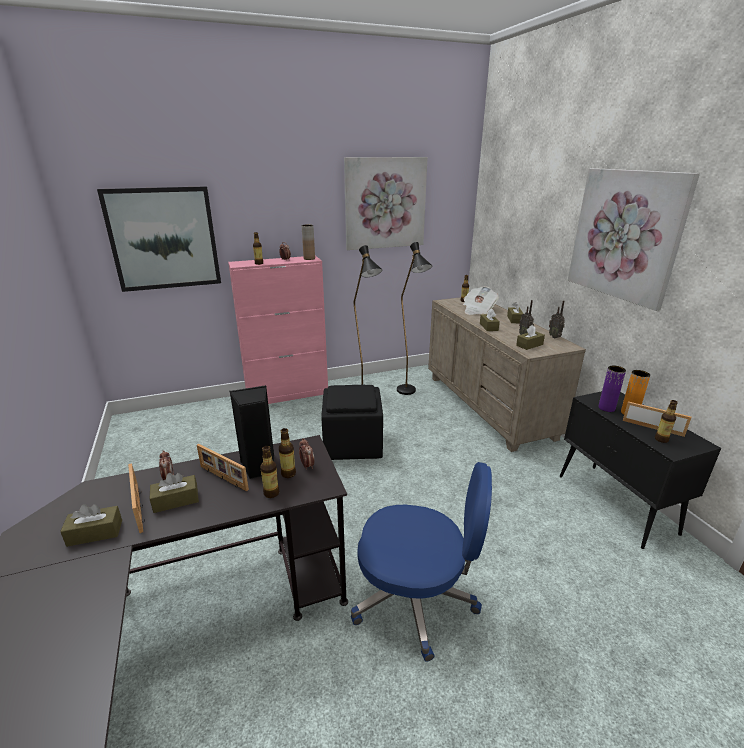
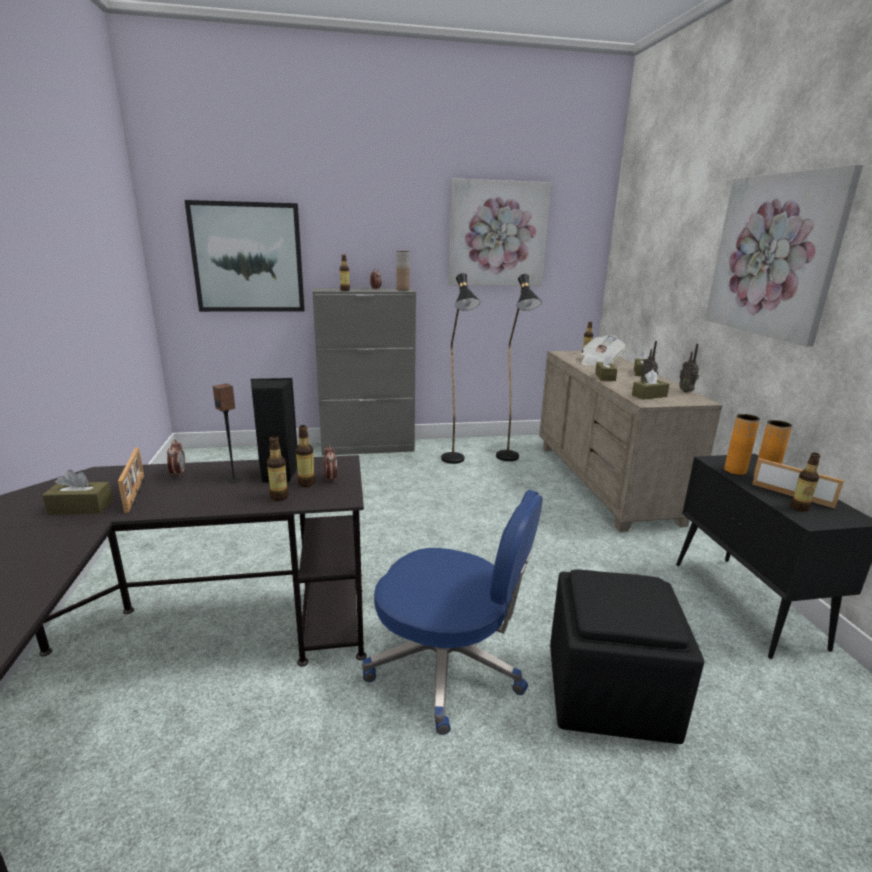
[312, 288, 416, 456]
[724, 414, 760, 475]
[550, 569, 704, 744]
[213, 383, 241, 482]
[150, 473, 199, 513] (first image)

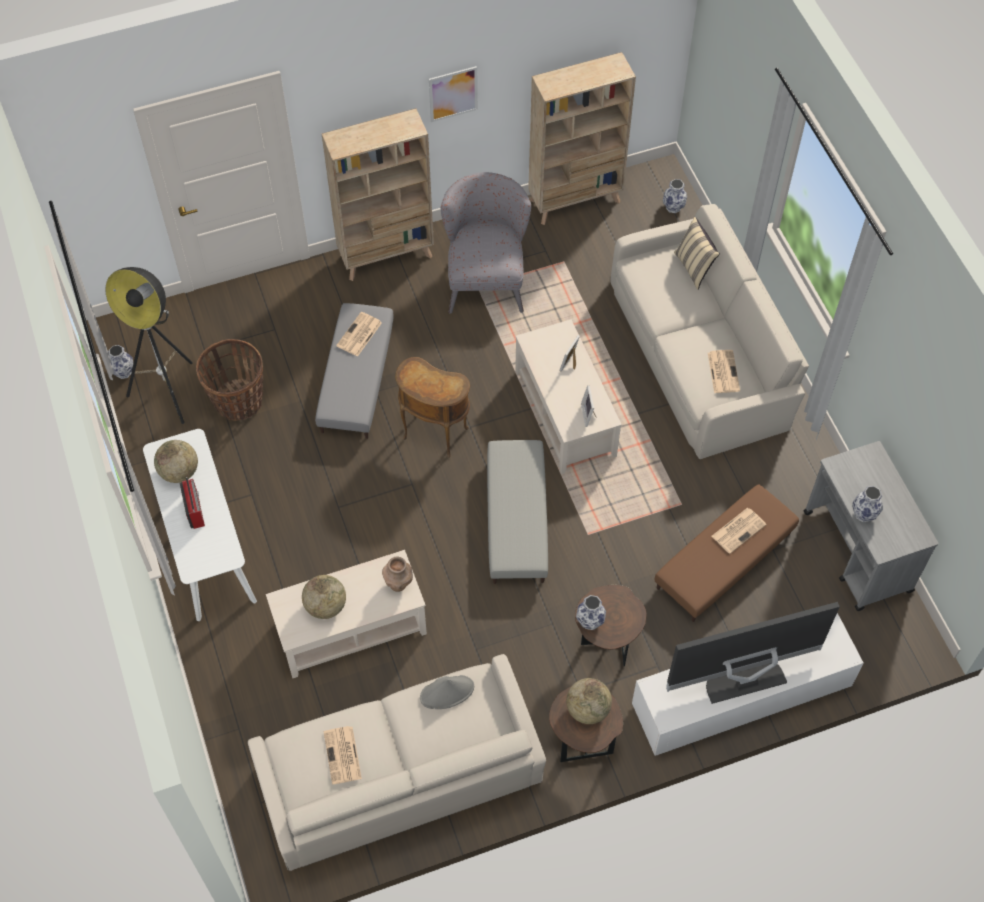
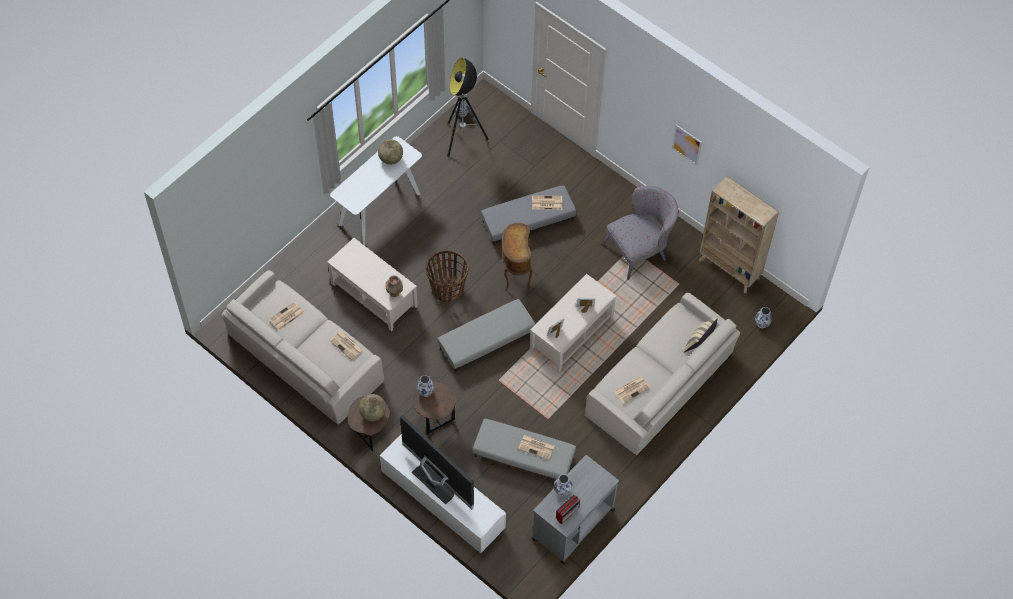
[322, 108, 434, 281] (first image)
[426, 250, 468, 303]
[556, 495, 580, 524]
[473, 419, 576, 479]
[302, 575, 346, 619] (first image)
[329, 331, 363, 360]

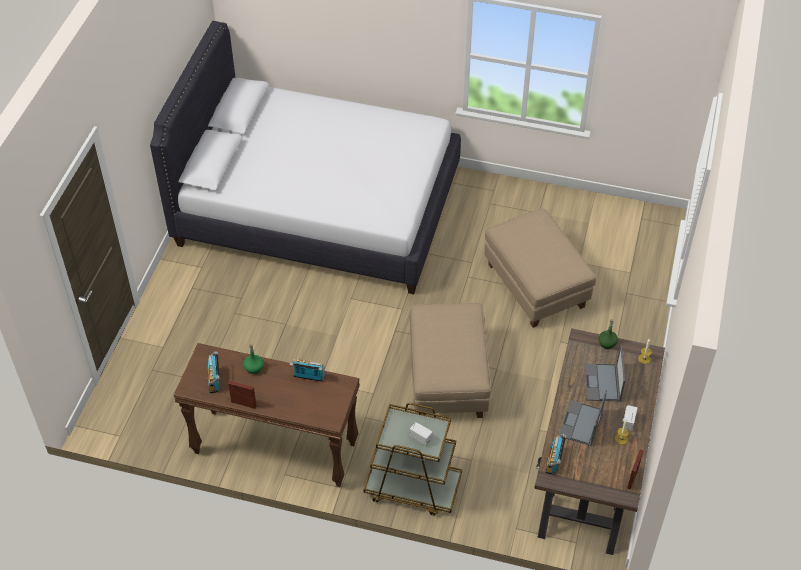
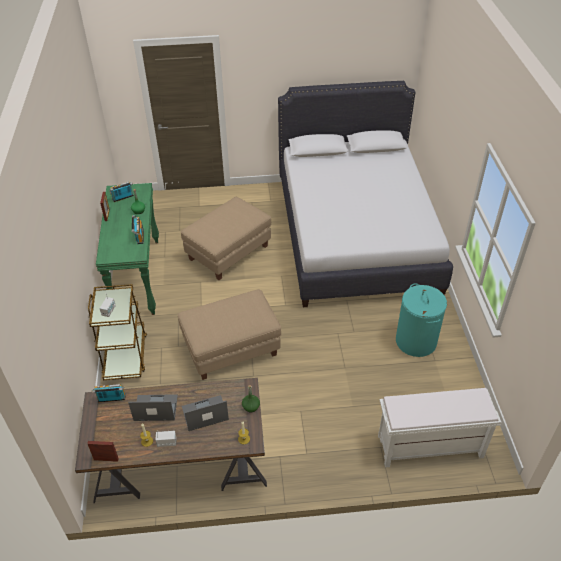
[181, 197, 272, 280]
[96, 183, 159, 315]
[396, 283, 447, 357]
[378, 388, 501, 467]

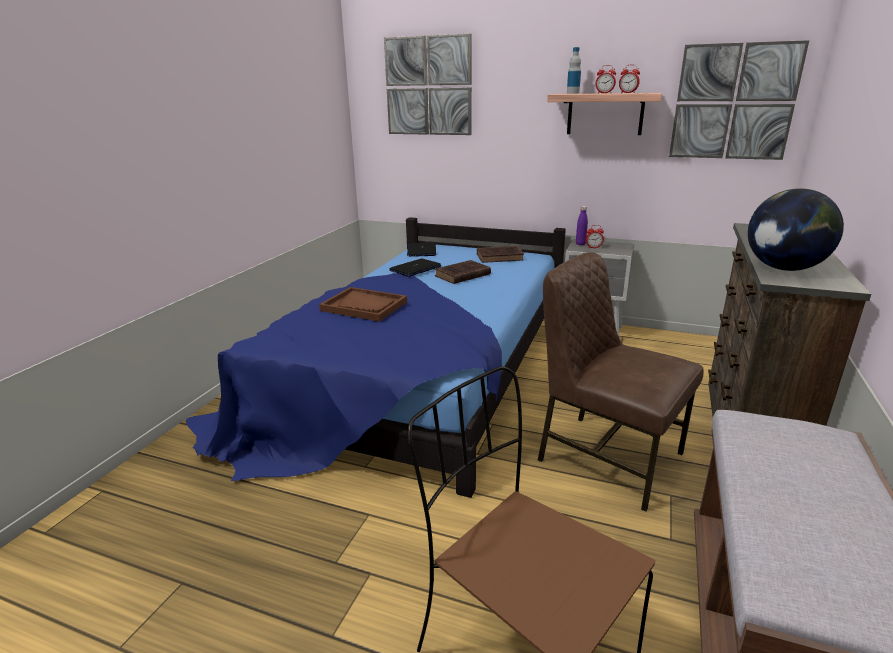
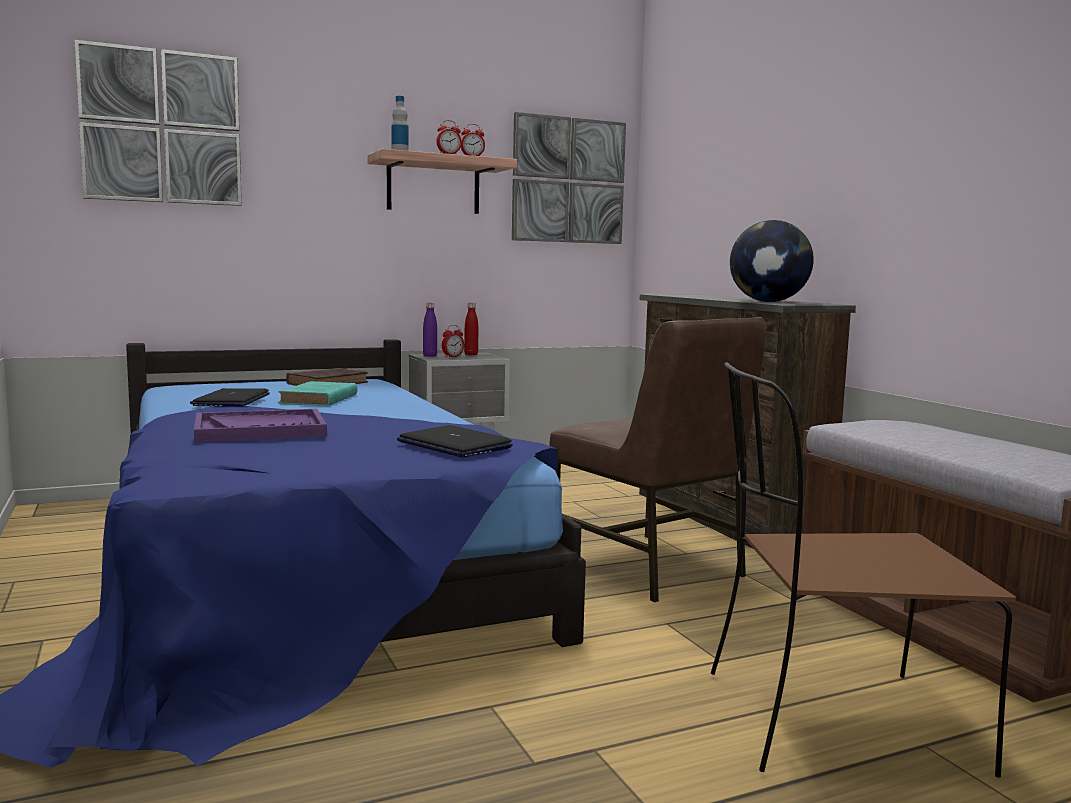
[397, 425, 513, 457]
[549, 317, 766, 602]
[279, 381, 357, 406]
[194, 409, 327, 443]
[464, 303, 478, 355]

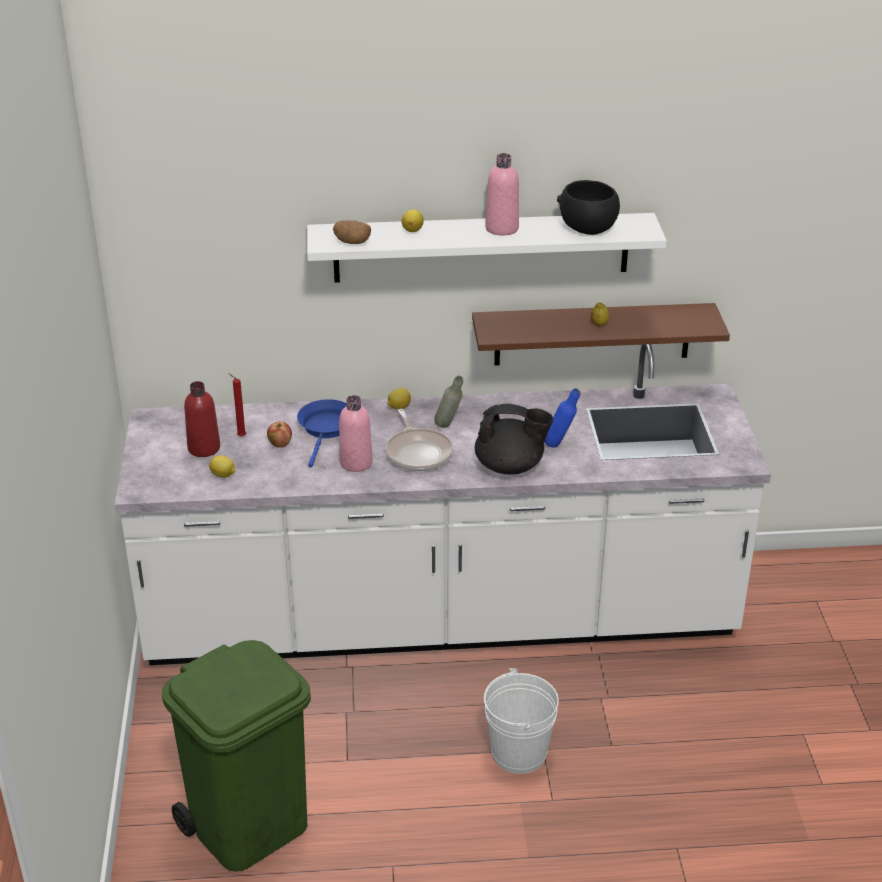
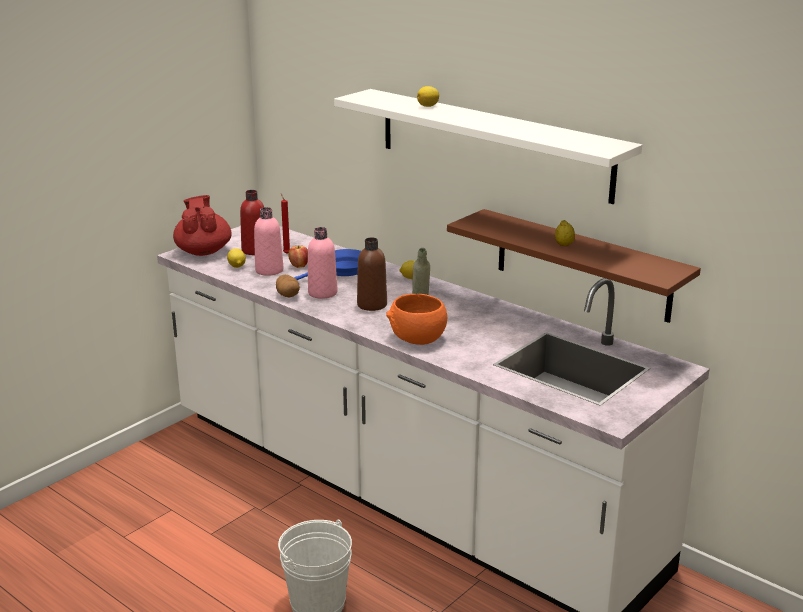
[254, 207, 283, 276]
[557, 180, 620, 235] (first image)
[276, 275, 300, 297]
[544, 388, 580, 448] (first image)
[386, 294, 447, 345]
[357, 237, 387, 311]
[162, 640, 311, 872] (first image)
[173, 195, 232, 256]

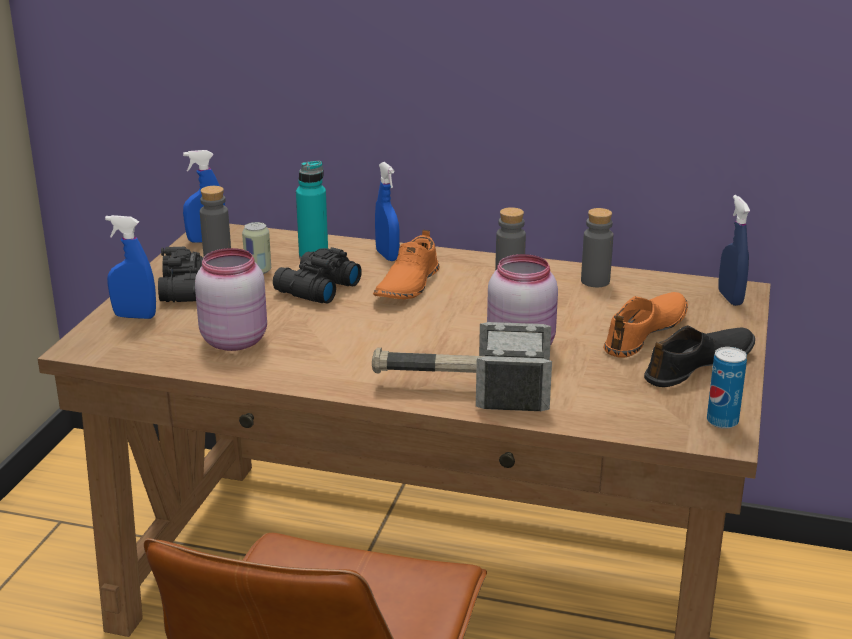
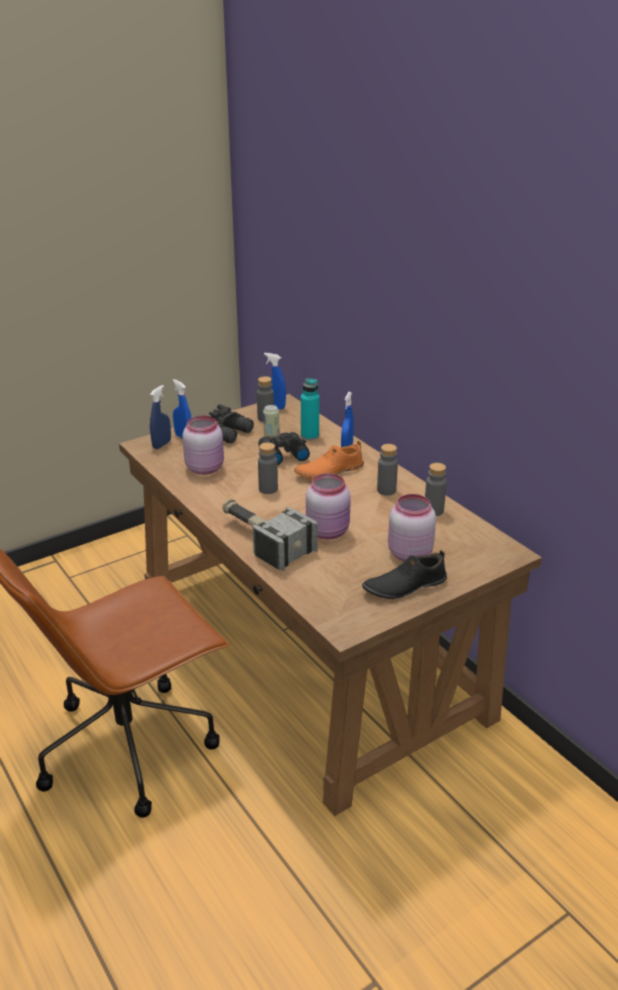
[150, 385, 171, 449]
[388, 494, 436, 561]
[362, 550, 447, 599]
[707, 347, 747, 429] (first image)
[258, 442, 278, 494]

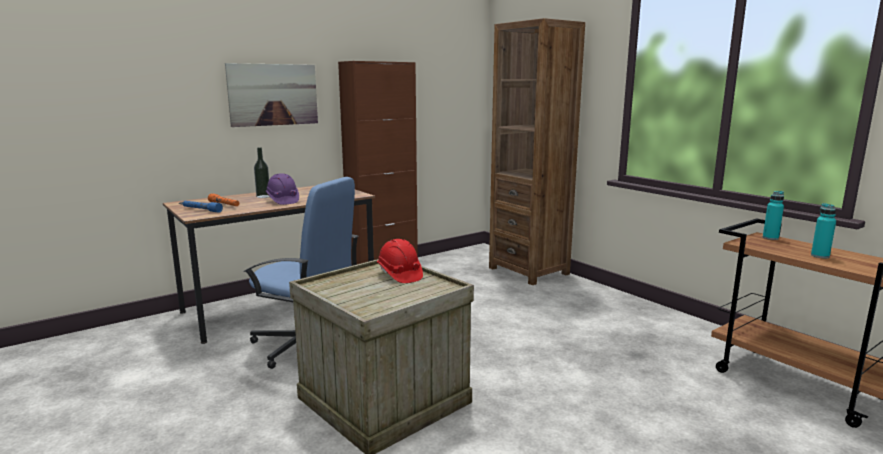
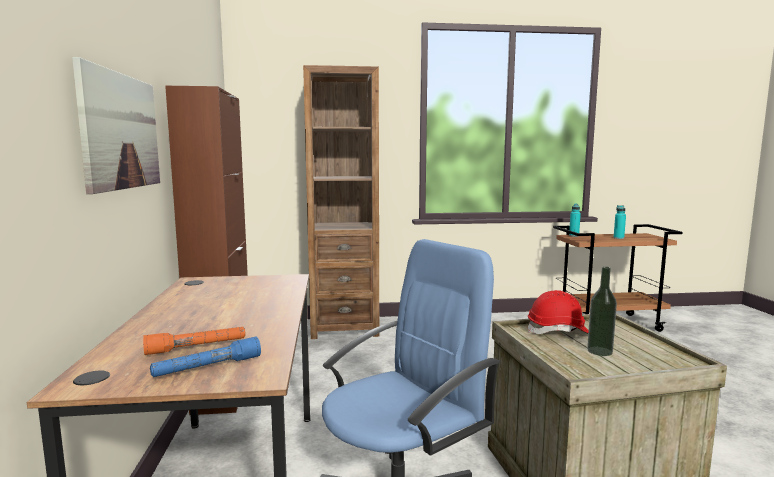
[587, 267, 617, 356]
[266, 173, 299, 205] (first image)

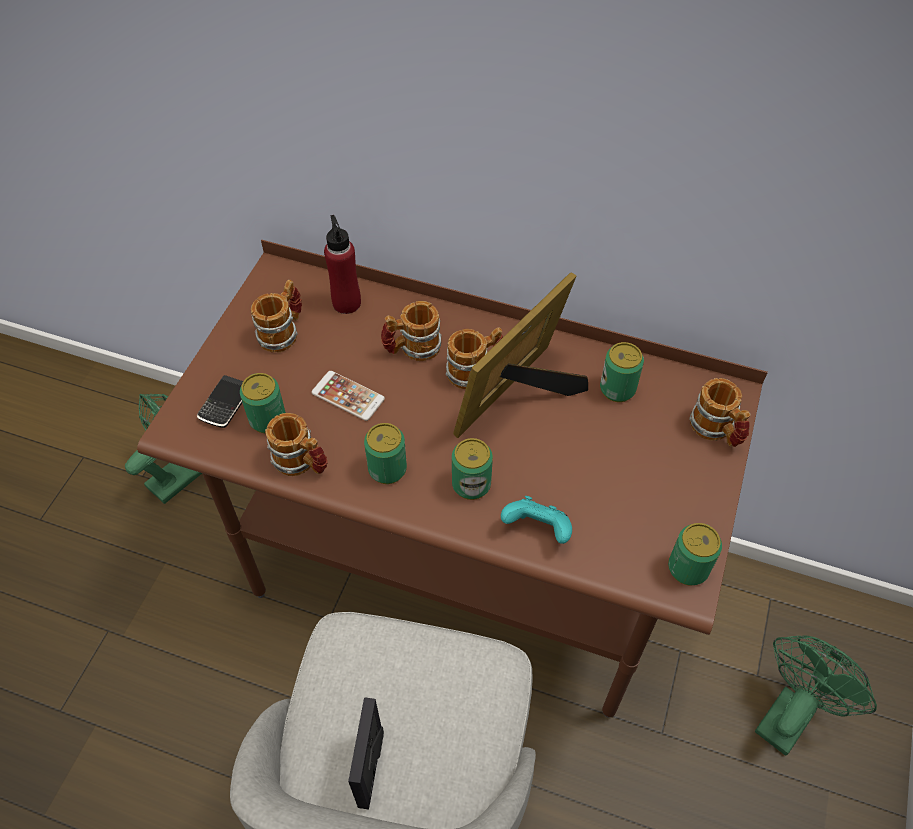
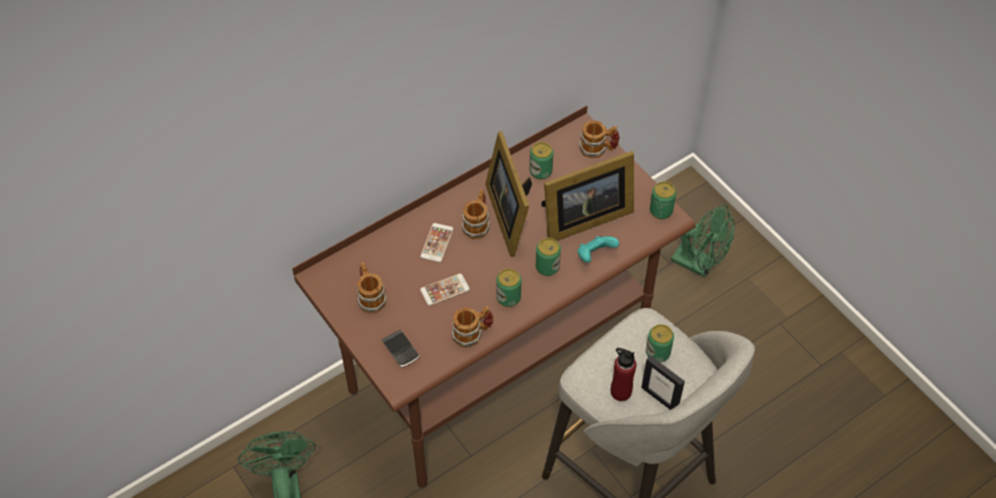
[611, 348, 636, 401]
[420, 223, 454, 262]
[646, 324, 674, 363]
[671, 204, 735, 277]
[541, 151, 634, 241]

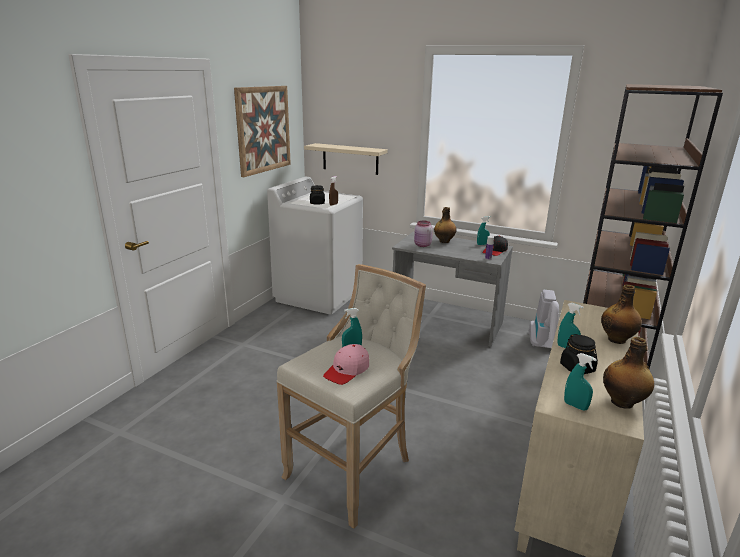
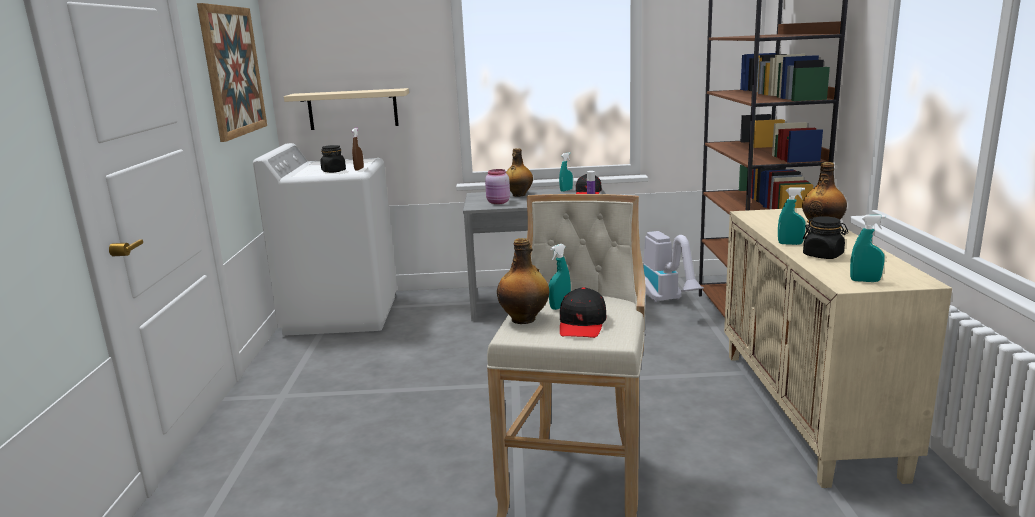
[497, 238, 549, 324]
[560, 287, 606, 338]

